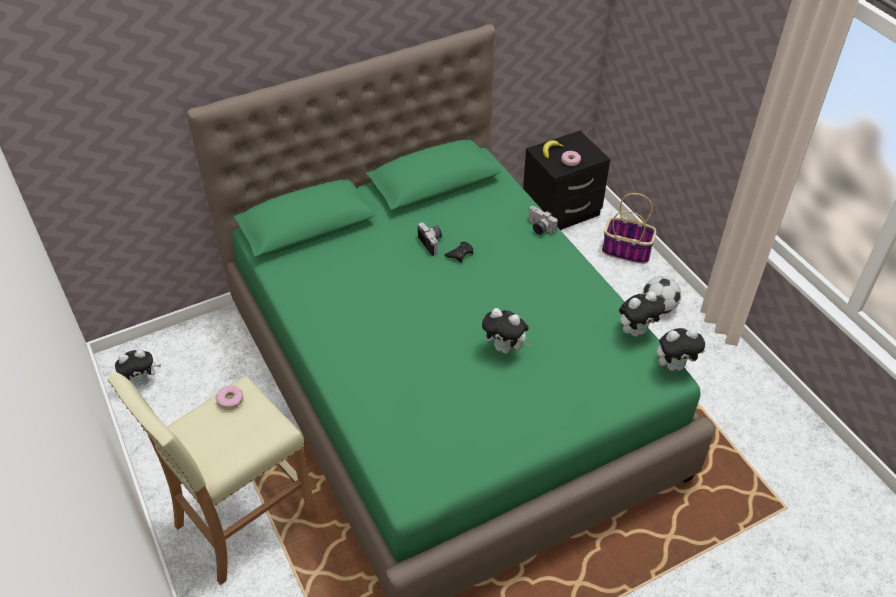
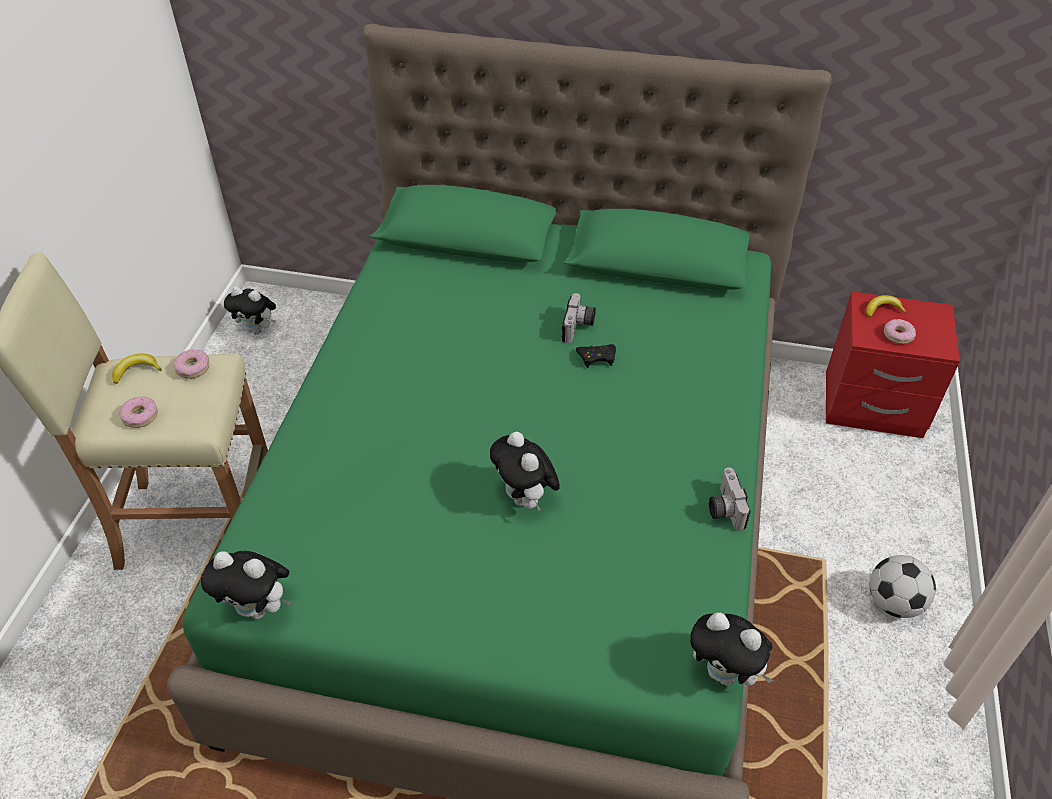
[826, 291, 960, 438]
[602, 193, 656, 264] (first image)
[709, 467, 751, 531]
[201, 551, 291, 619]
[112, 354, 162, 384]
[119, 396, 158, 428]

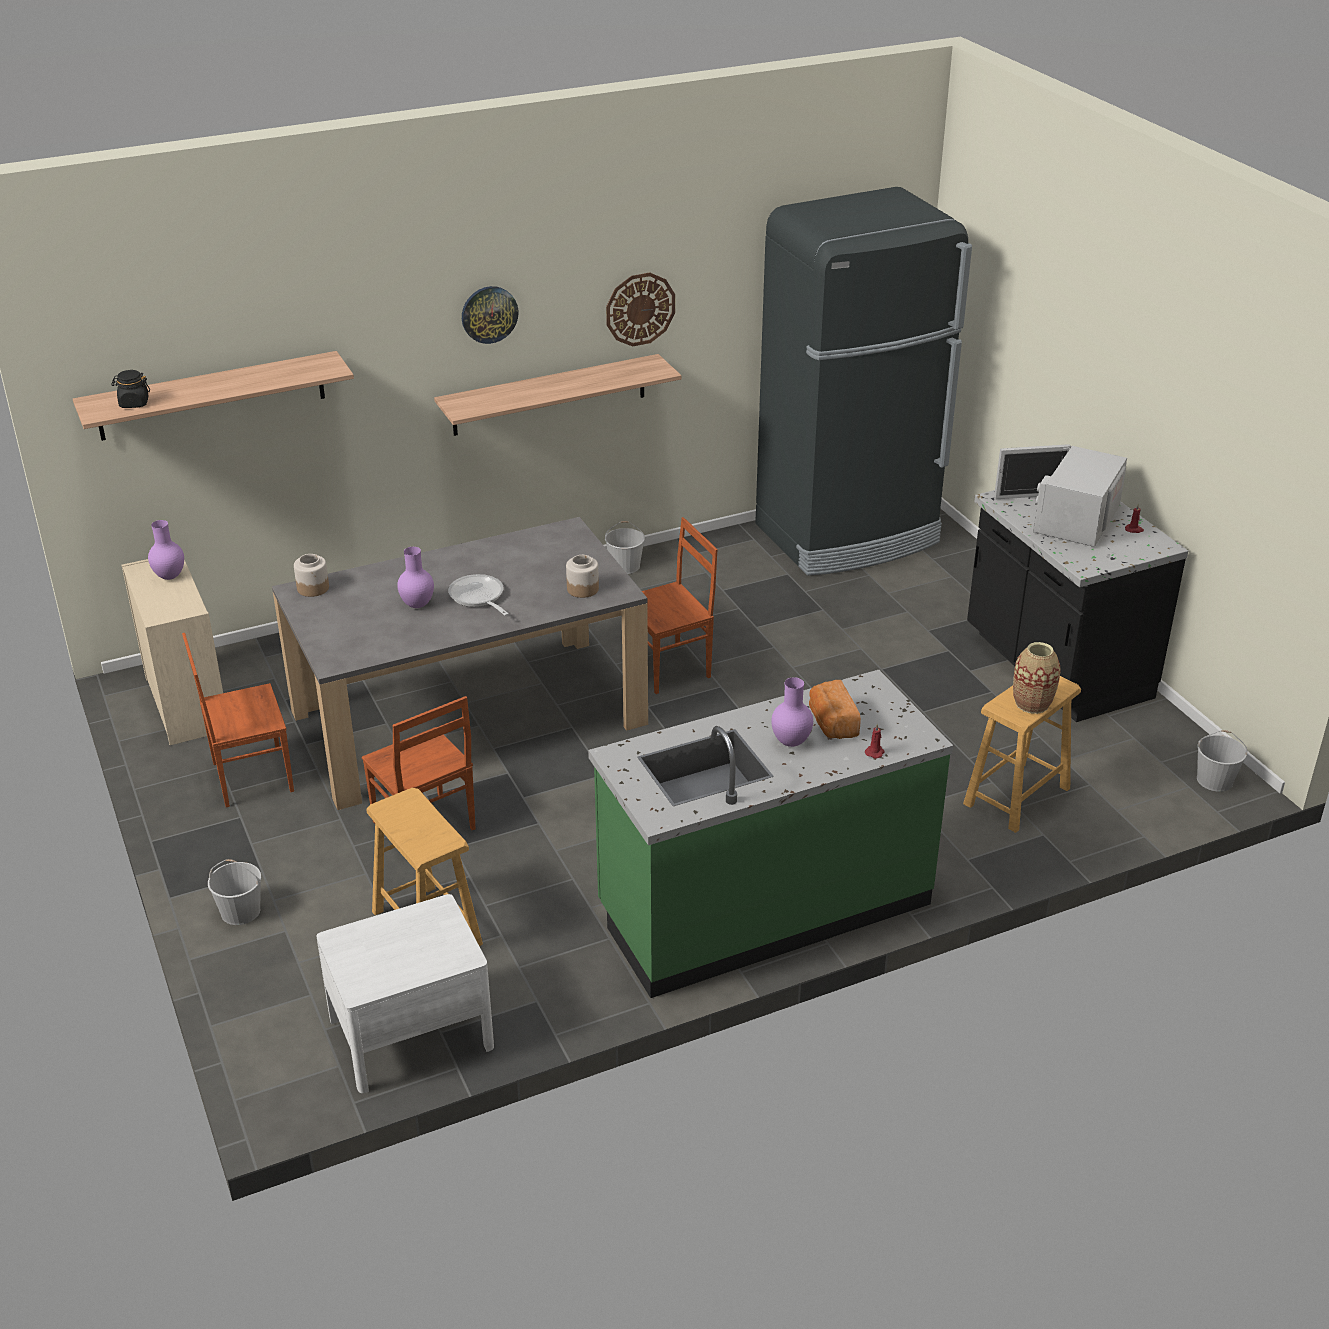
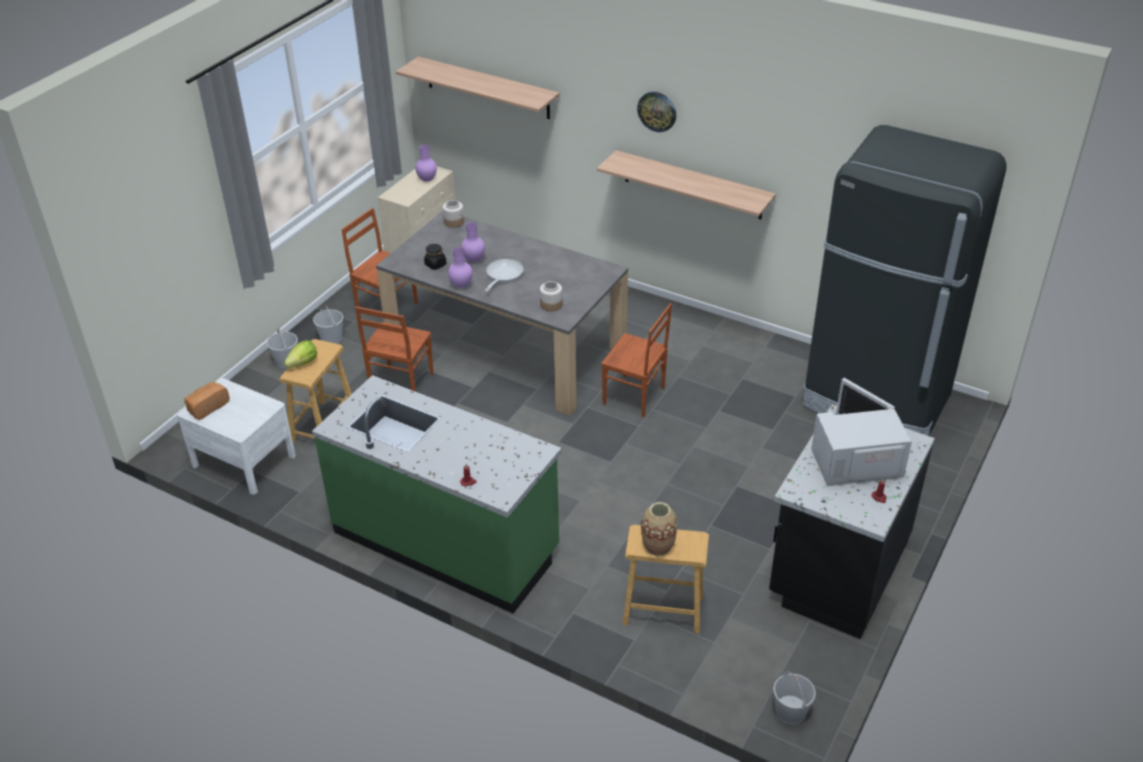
[606, 273, 675, 347] (first image)
[424, 244, 446, 270]
[313, 306, 343, 344]
[448, 247, 473, 288]
[184, 382, 230, 420]
[284, 340, 317, 368]

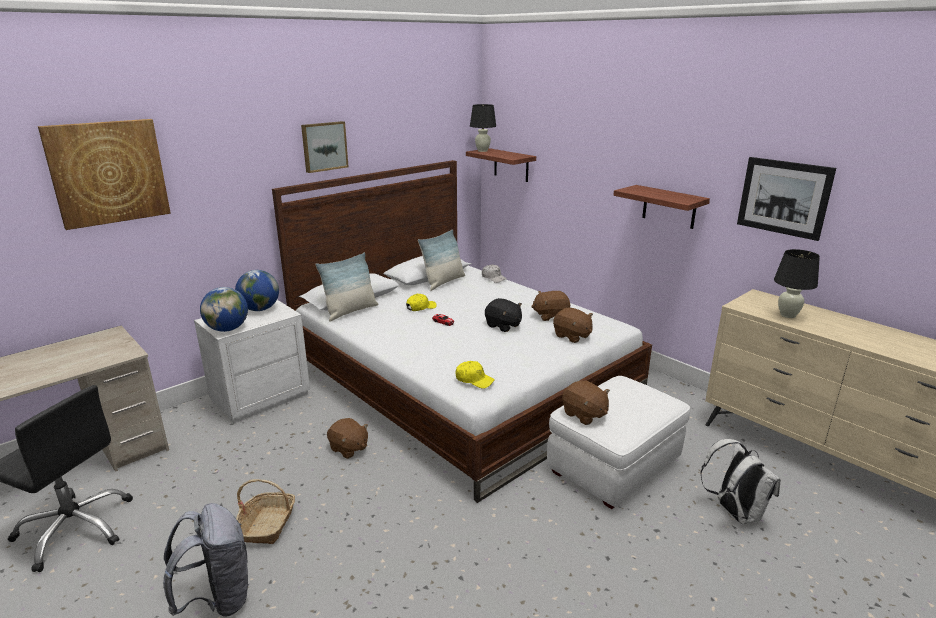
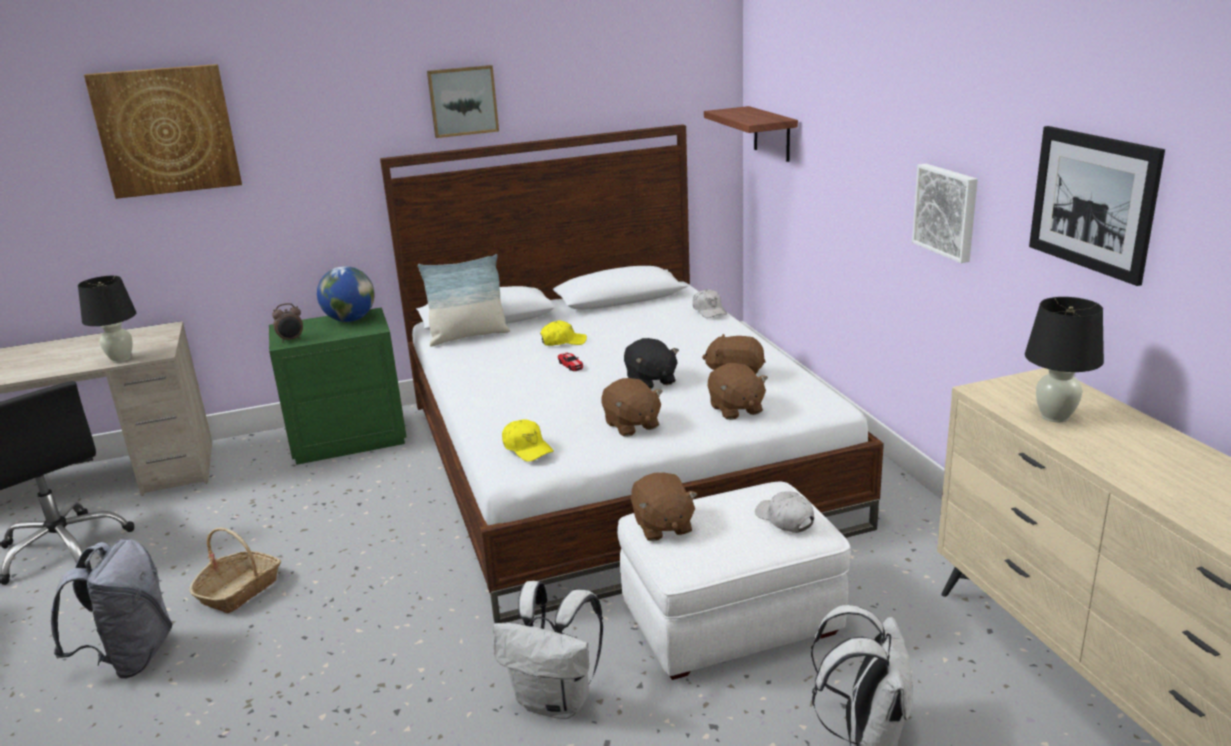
[78, 276, 136, 363]
[912, 164, 978, 263]
[418, 229, 465, 291] (first image)
[272, 303, 303, 343]
[269, 307, 407, 465]
[602, 378, 663, 437]
[755, 491, 814, 533]
[493, 581, 603, 719]

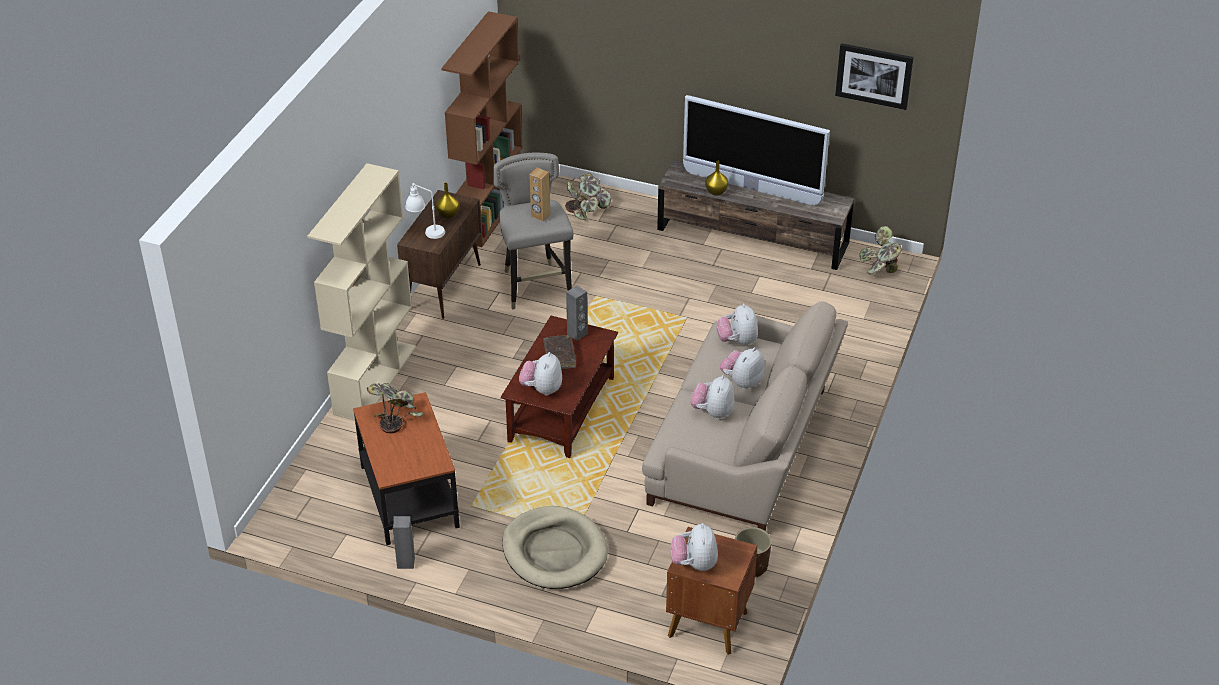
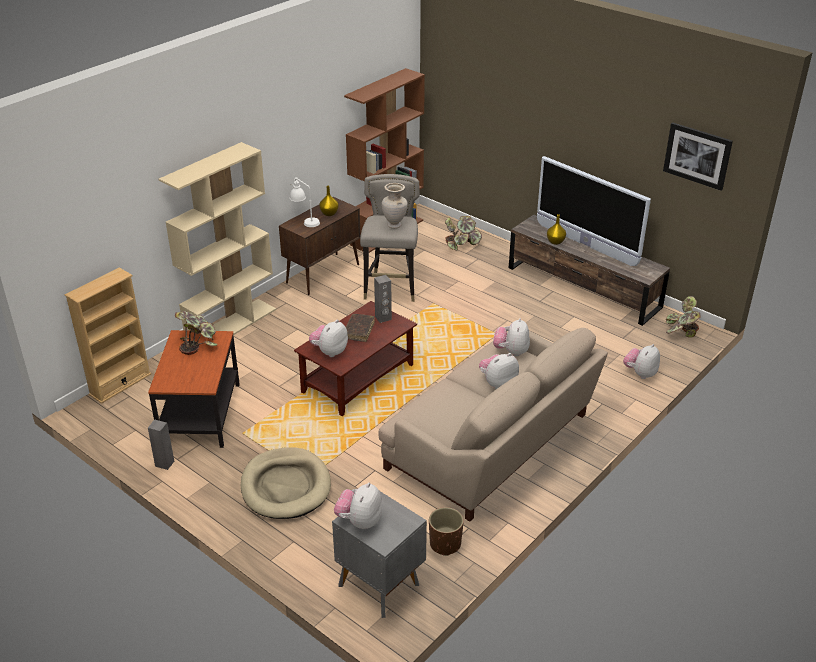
[382, 183, 408, 229]
[623, 344, 660, 379]
[332, 491, 427, 618]
[65, 267, 152, 404]

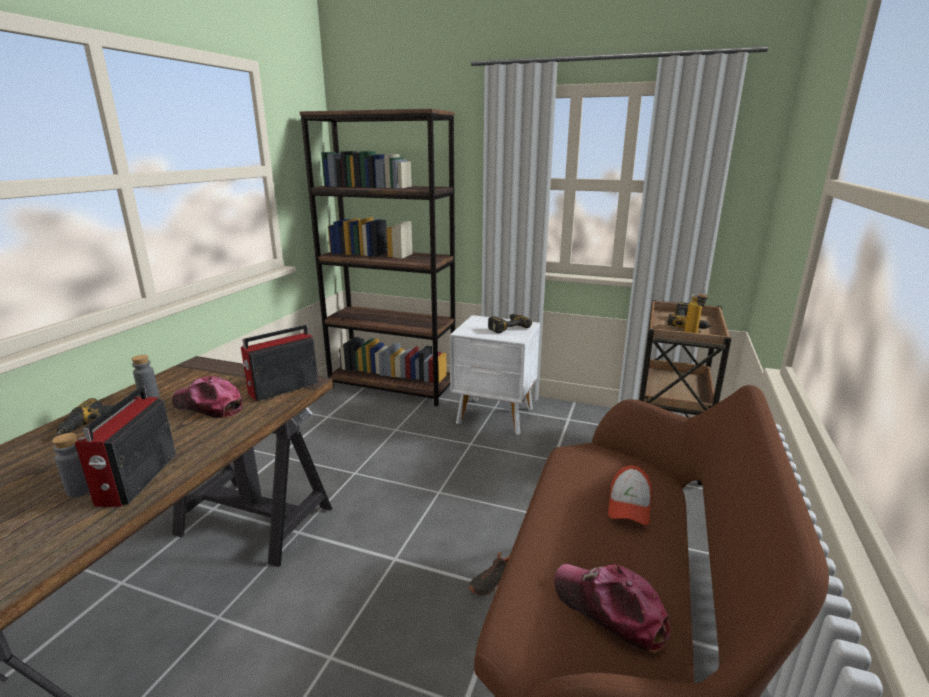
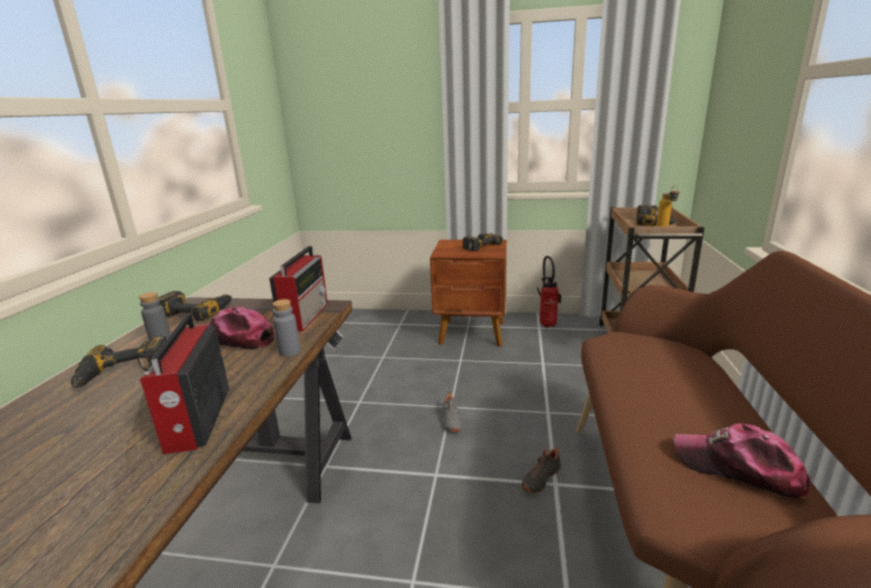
[300, 109, 455, 406] (first image)
[430, 240, 507, 347]
[269, 246, 328, 332]
[272, 299, 301, 357]
[608, 465, 652, 525] (first image)
[537, 256, 561, 328]
[158, 291, 232, 321]
[443, 391, 462, 432]

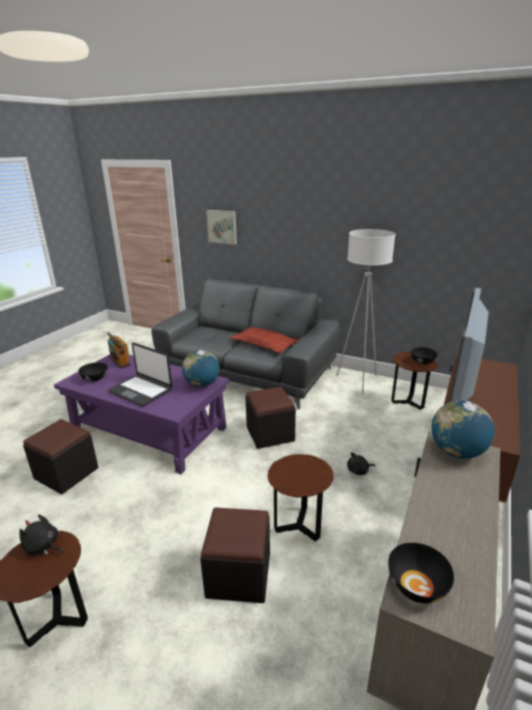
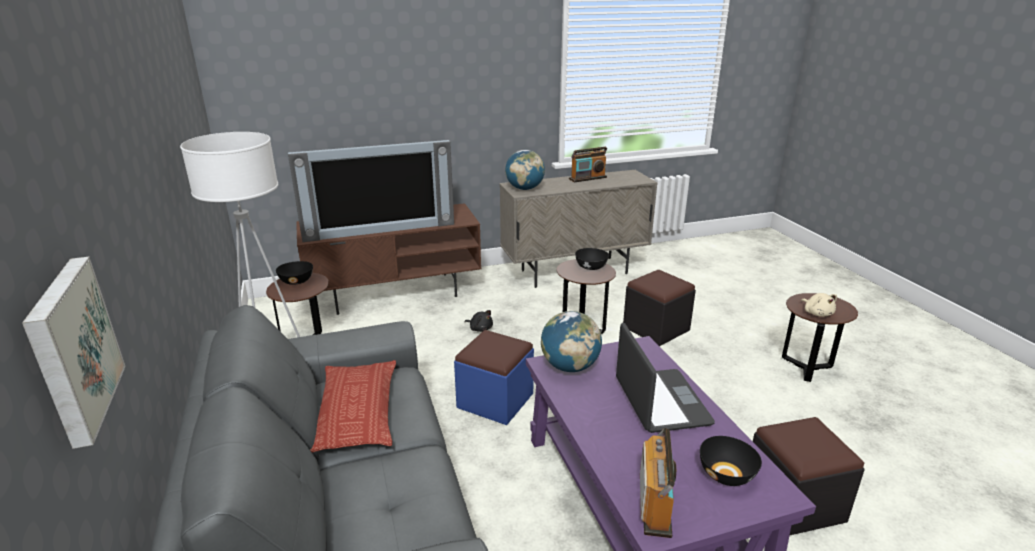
[454, 330, 534, 425]
[801, 293, 837, 317]
[575, 248, 609, 270]
[569, 147, 607, 182]

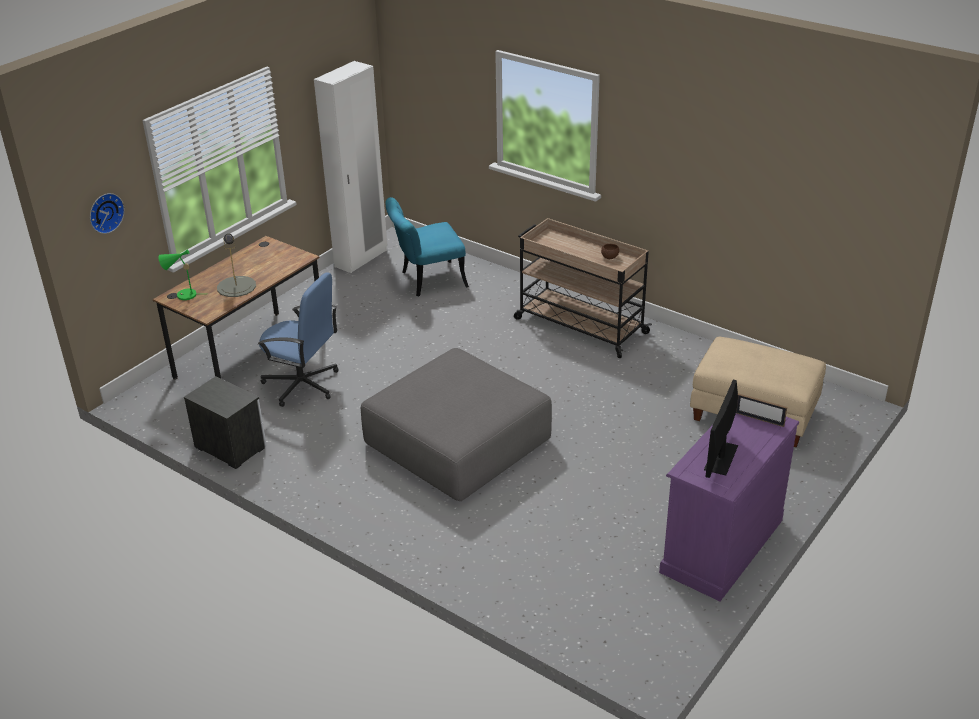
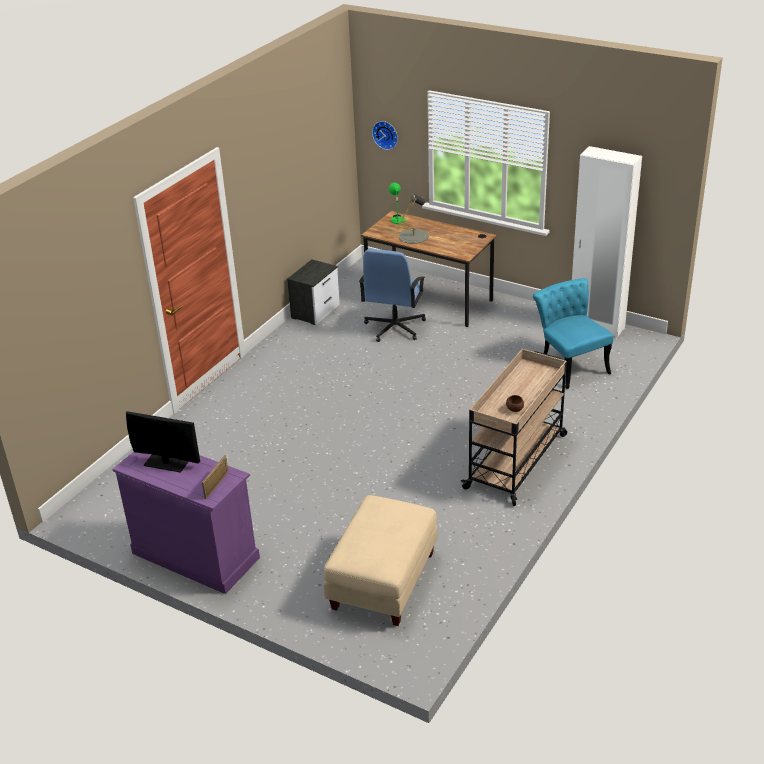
[361, 348, 552, 501] (first image)

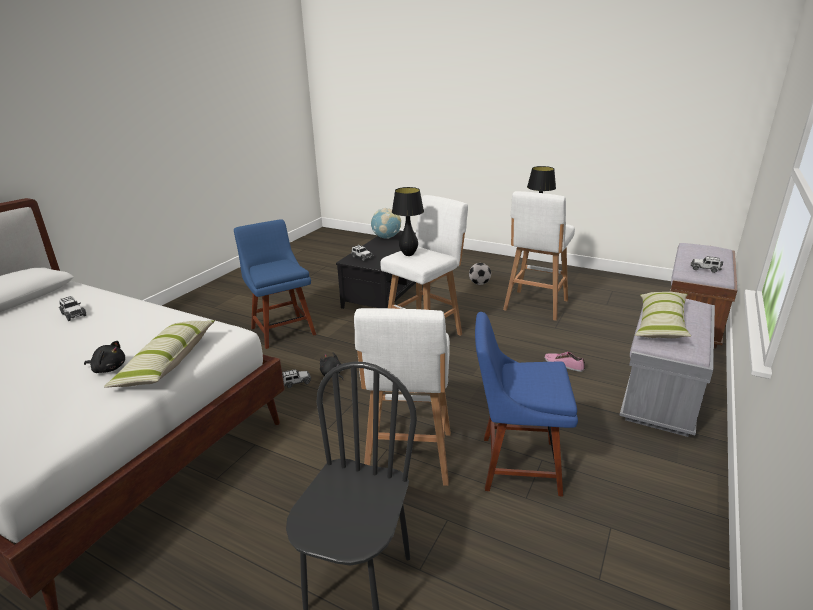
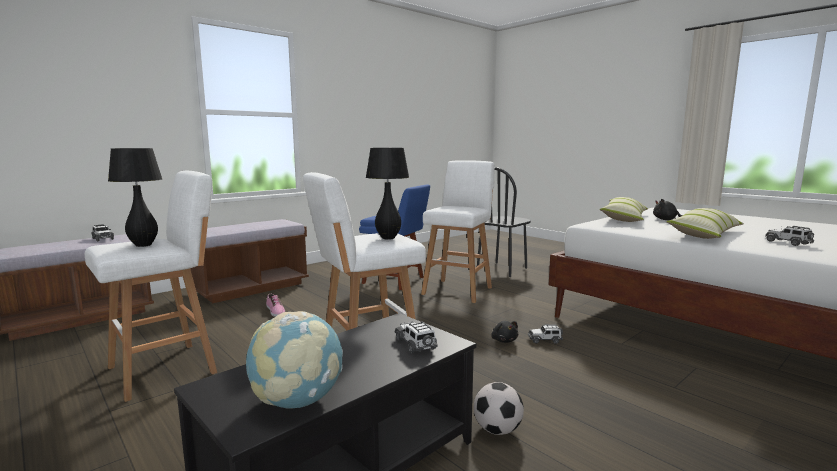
[234, 219, 316, 349] (first image)
[473, 382, 524, 435]
[666, 208, 744, 239]
[190, 219, 309, 303]

